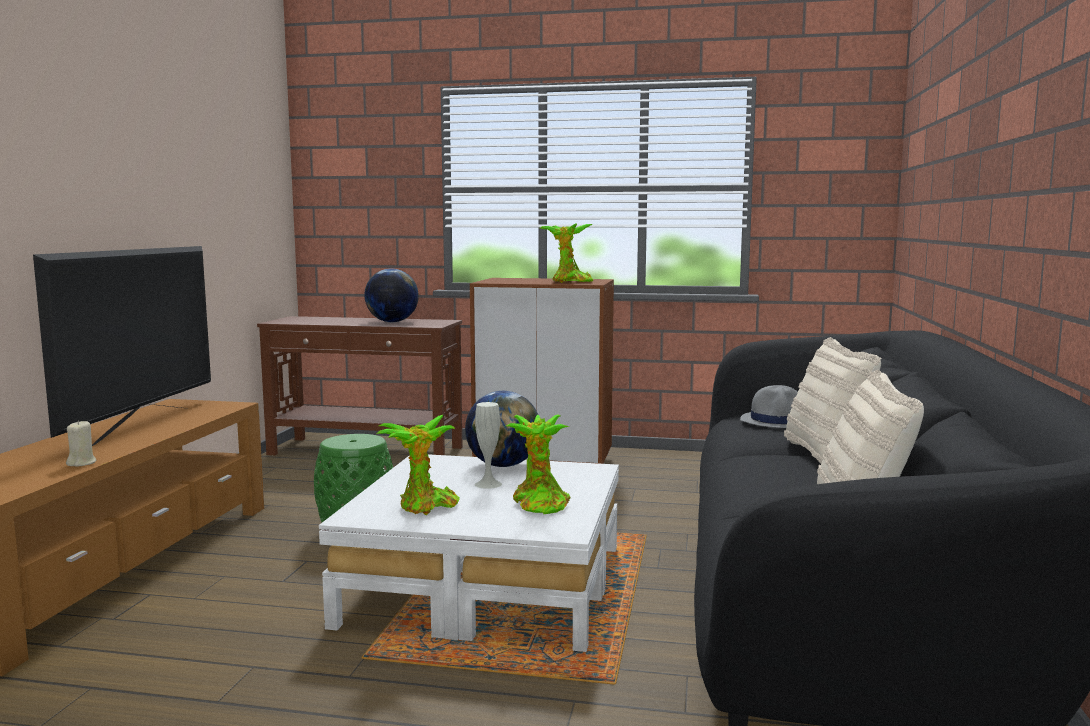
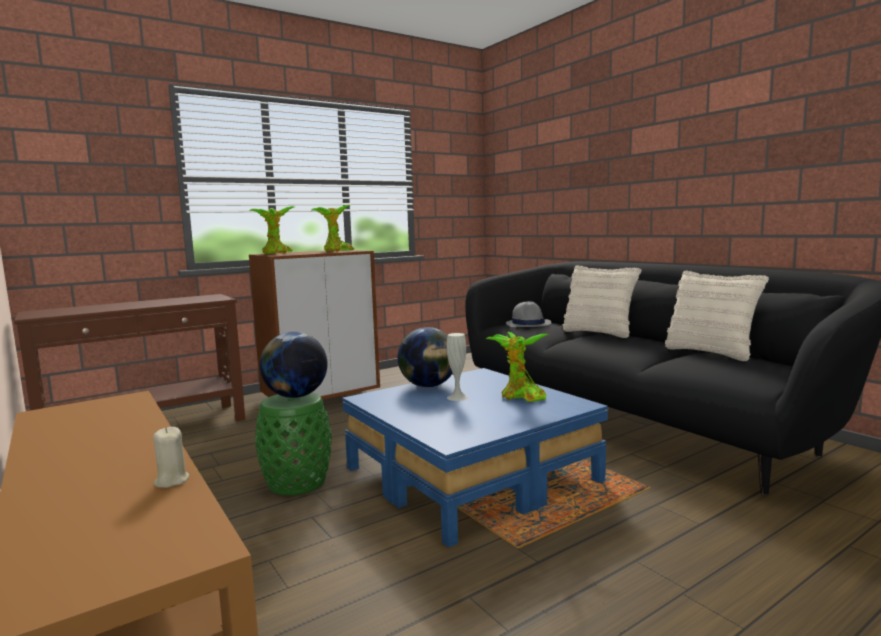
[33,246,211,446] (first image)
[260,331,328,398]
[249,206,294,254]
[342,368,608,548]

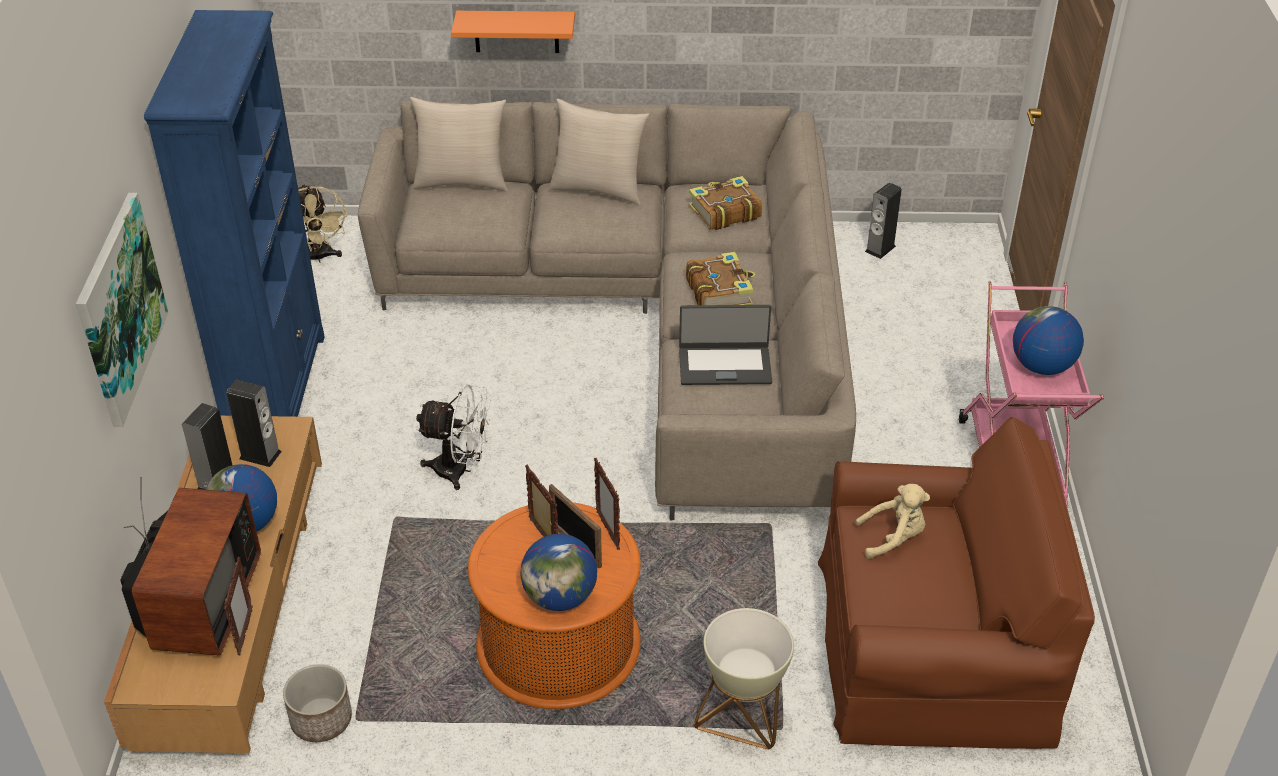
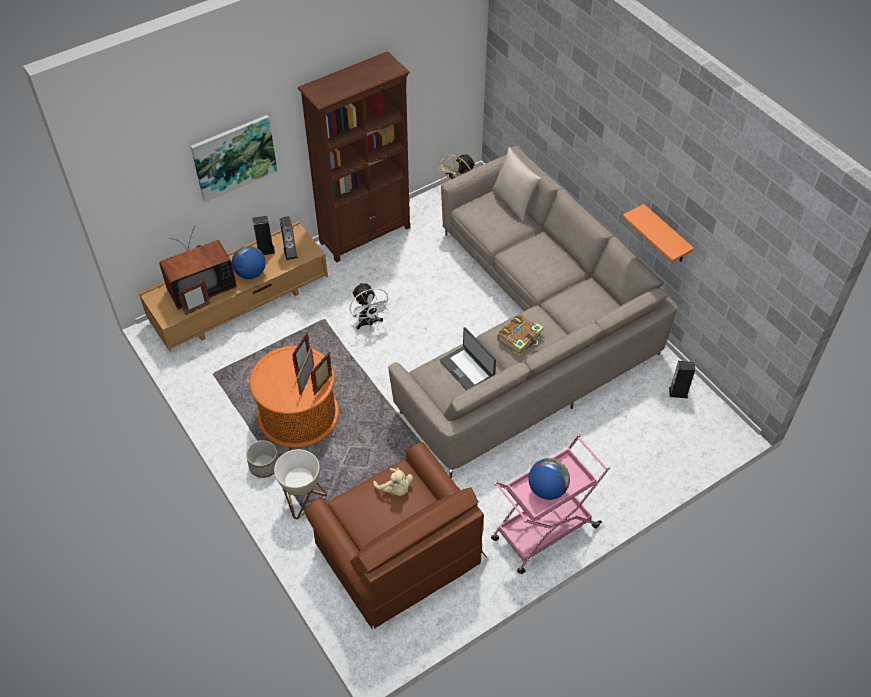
[298,51,410,263]
[622,204,694,262]
[549,99,649,205] (first image)
[689,176,762,230] (first image)
[520,534,597,611] (first image)
[246,440,279,478]

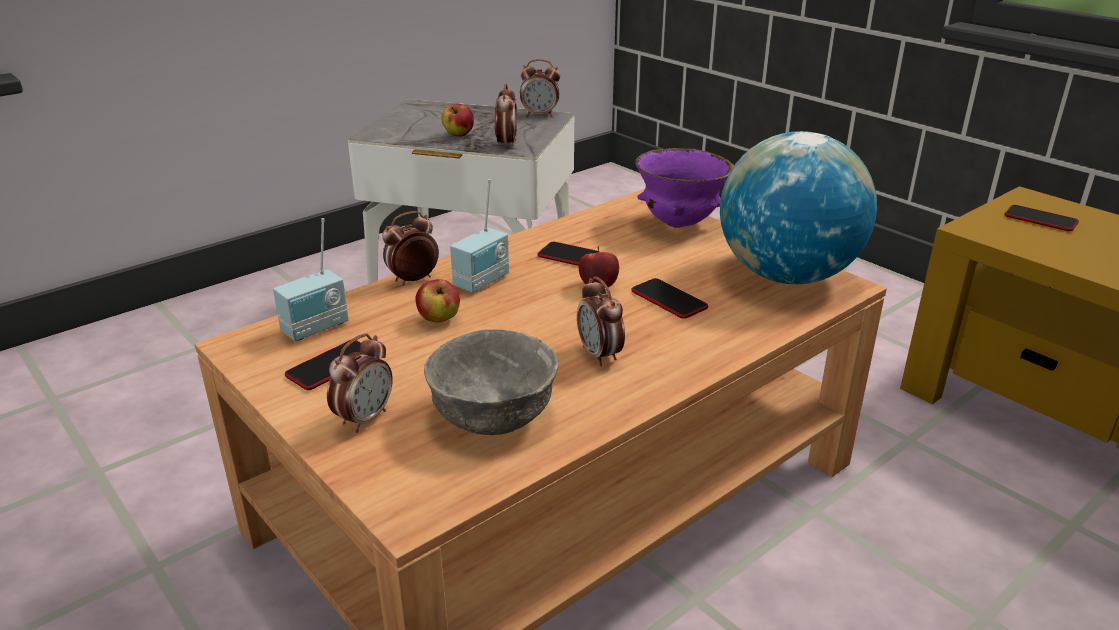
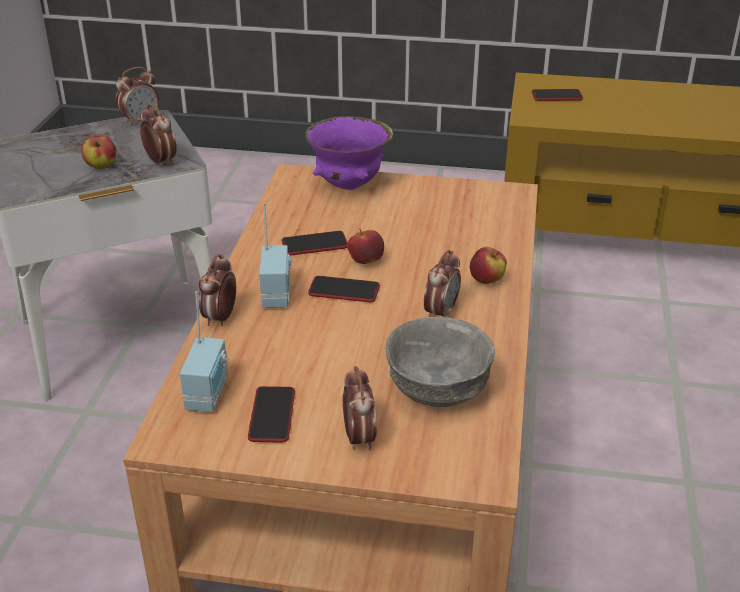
[720,131,877,284] (first image)
[424,250,461,317]
[308,276,380,302]
[470,247,507,284]

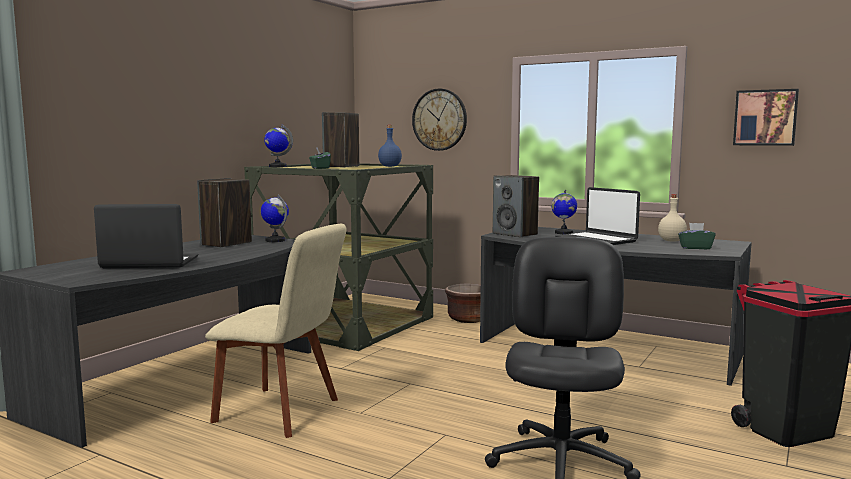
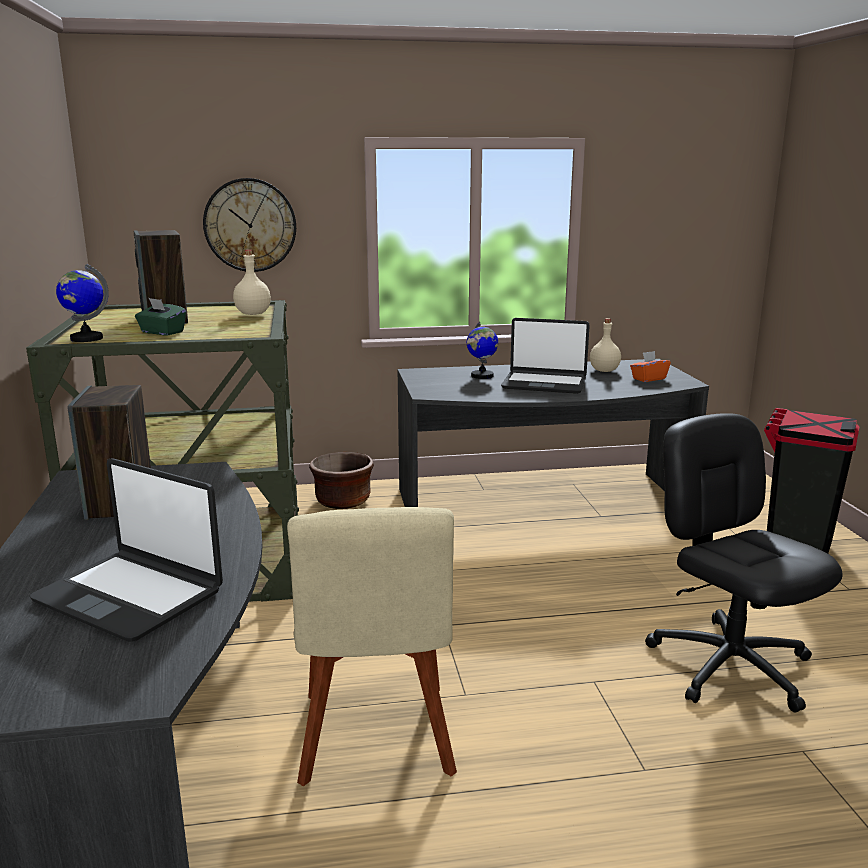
[733,89,799,146] (first image)
[233,250,271,315]
[493,175,539,237] (first image)
[261,194,289,242] (first image)
[29,458,223,642]
[630,351,671,382]
[287,507,457,786]

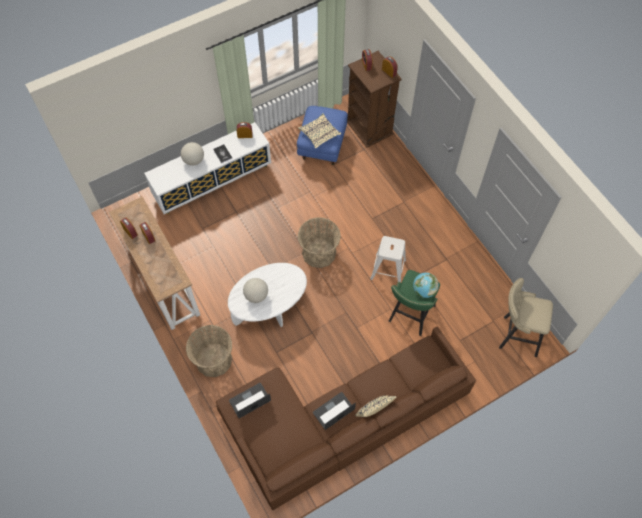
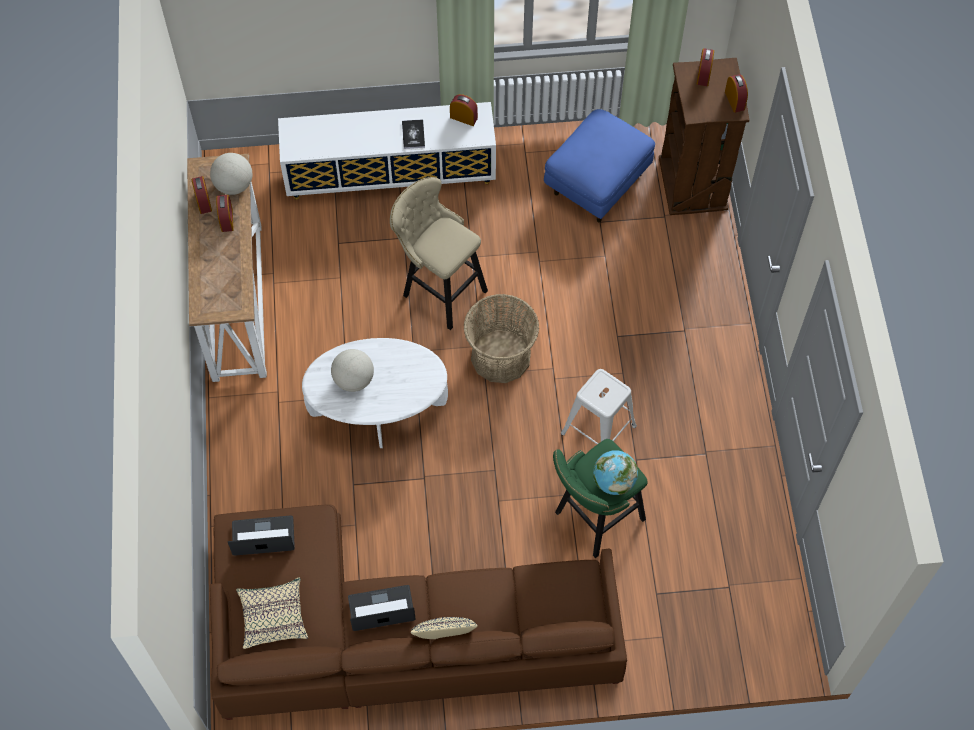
[236,577,308,649]
[210,153,252,195]
[390,177,488,330]
[186,325,232,377] (first image)

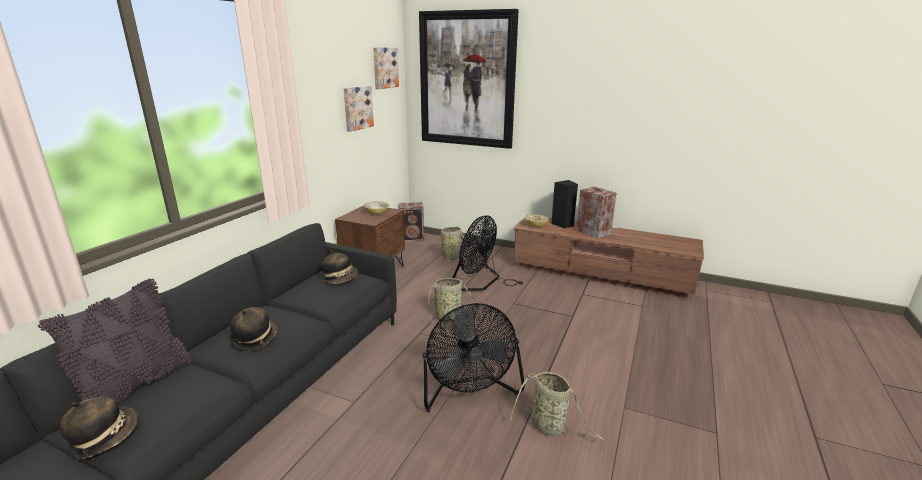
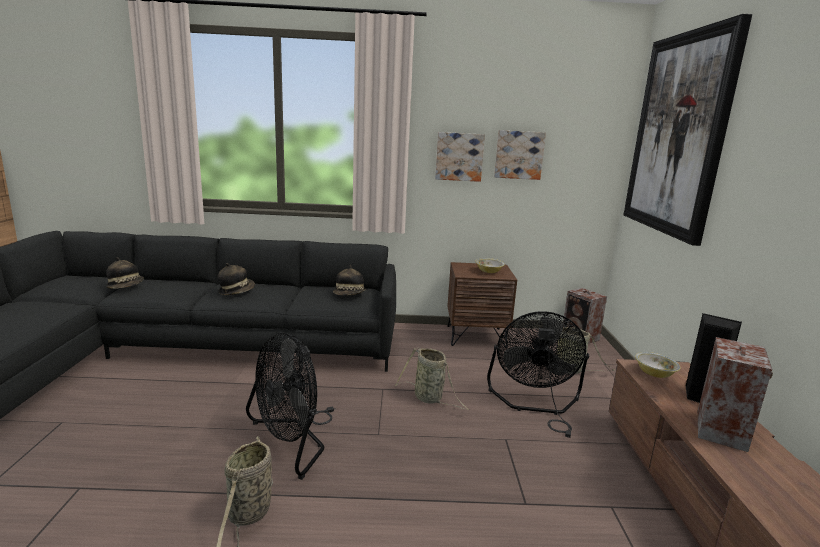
[435,132,485,182]
[38,278,192,403] (first image)

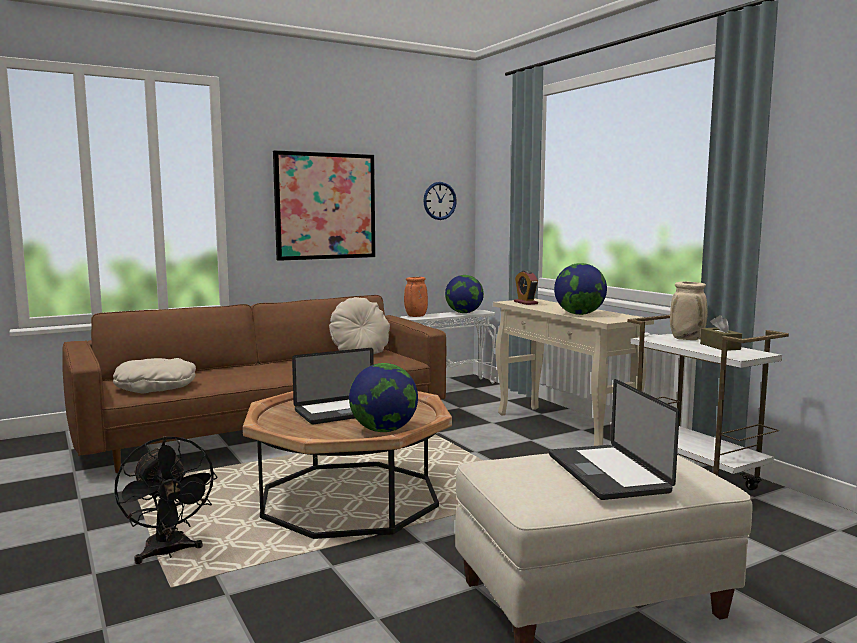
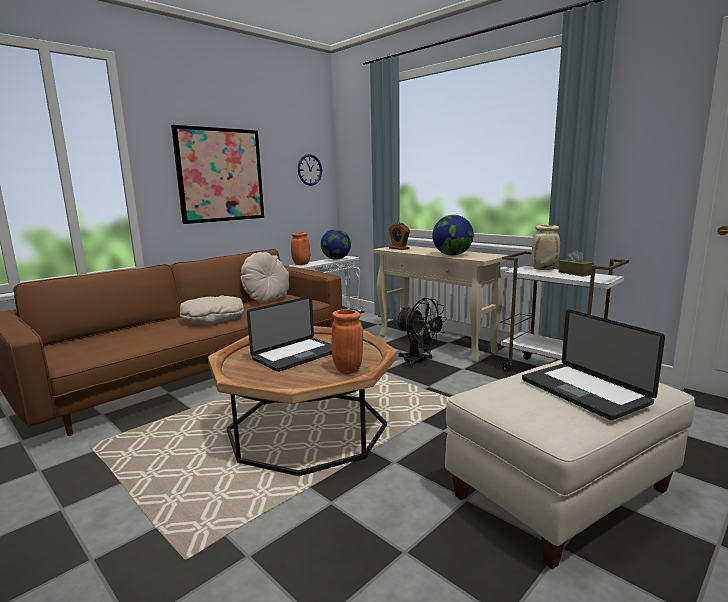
[180,295,244,325]
[332,309,363,374]
[395,298,447,368]

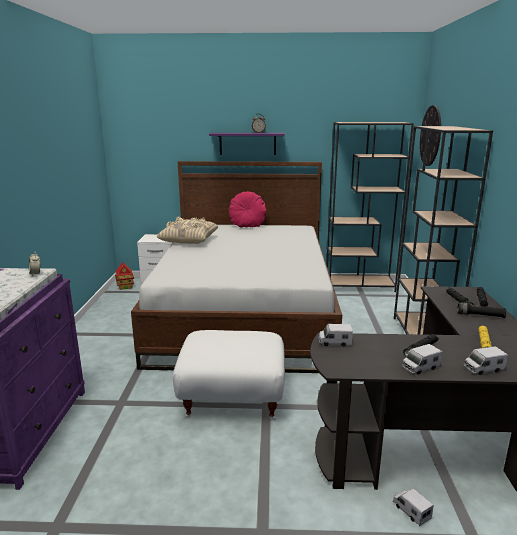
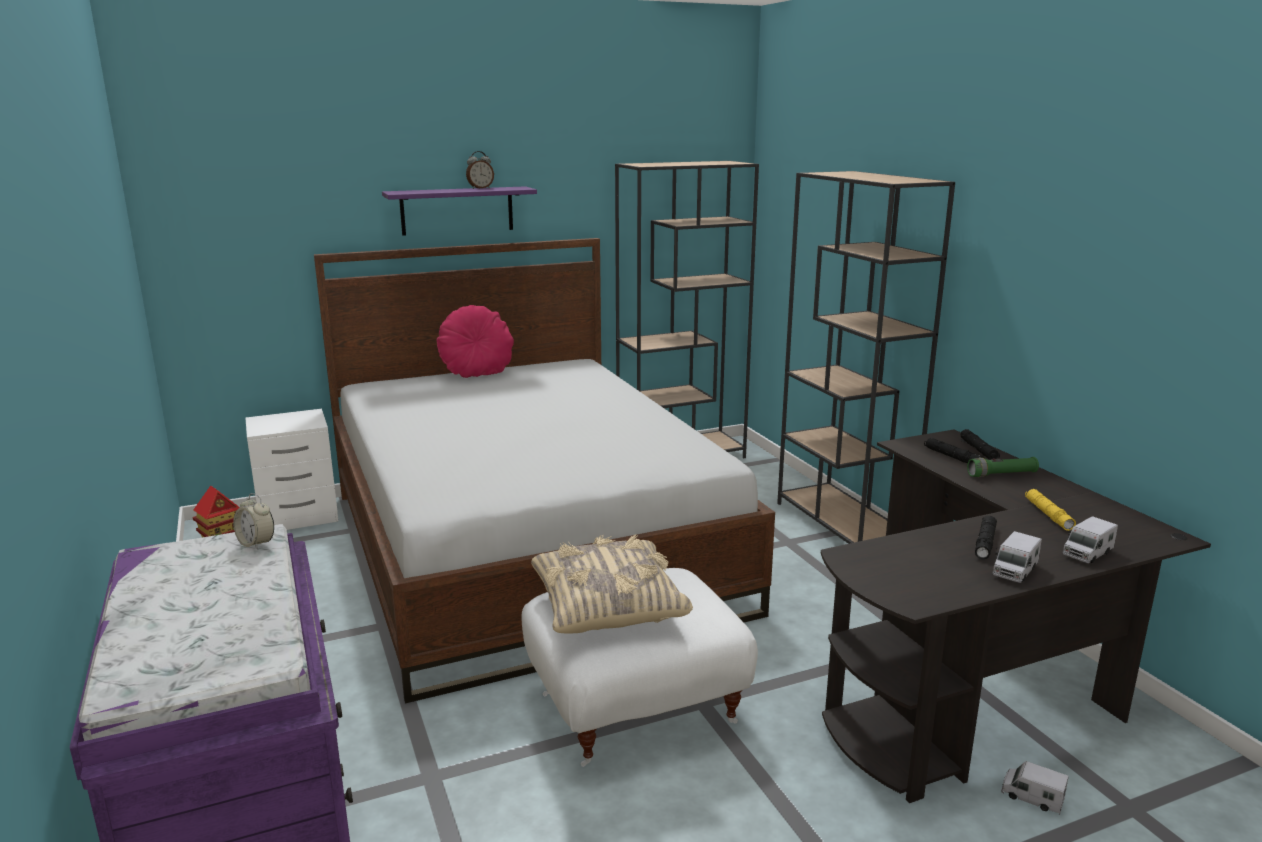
[420,105,441,166] (first image)
[531,534,693,633]
[967,457,1039,477]
[319,324,353,347] (first image)

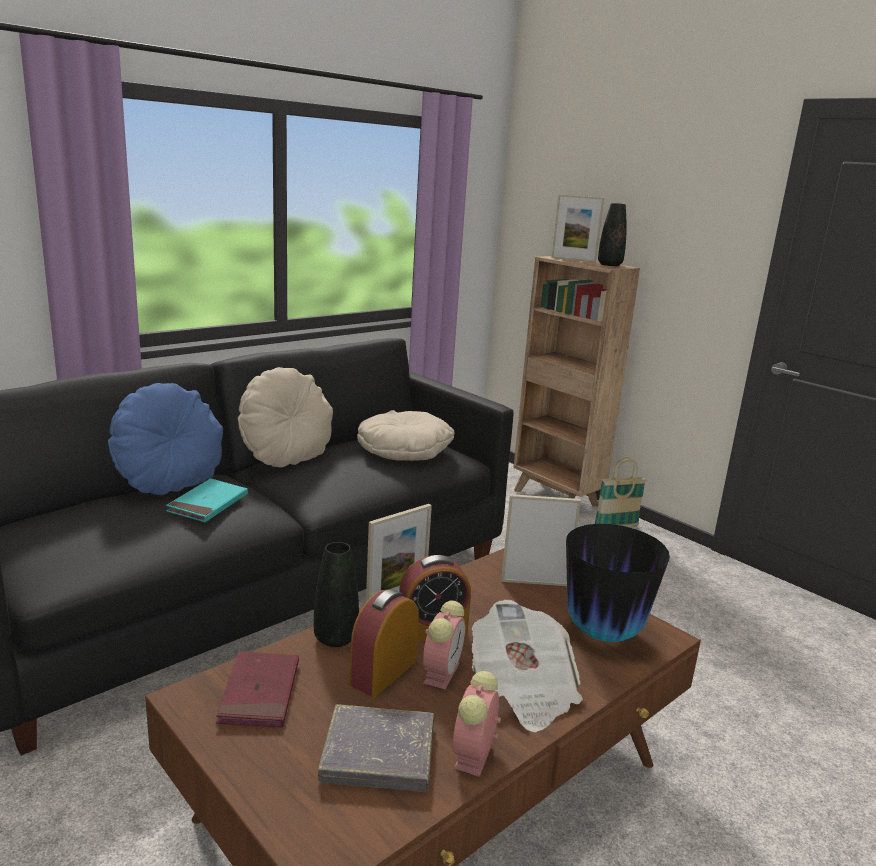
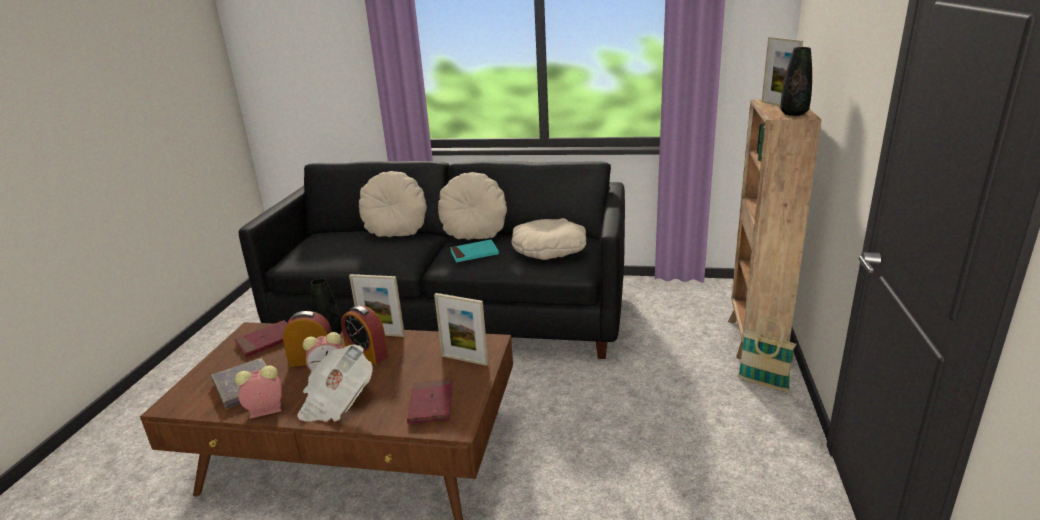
[359,171,427,237]
[450,240,499,263]
[434,293,488,366]
[407,379,453,424]

